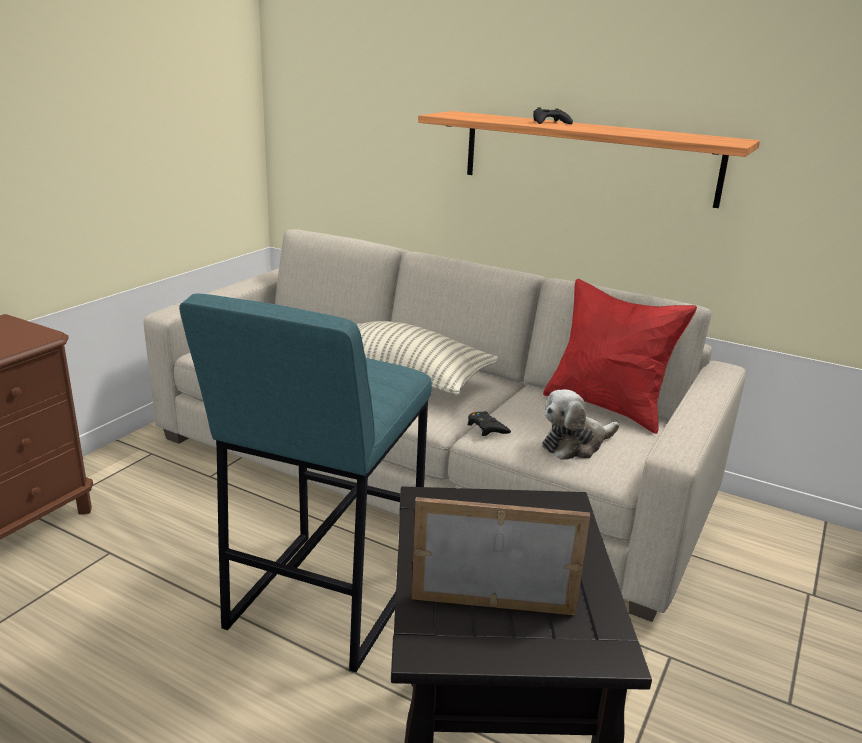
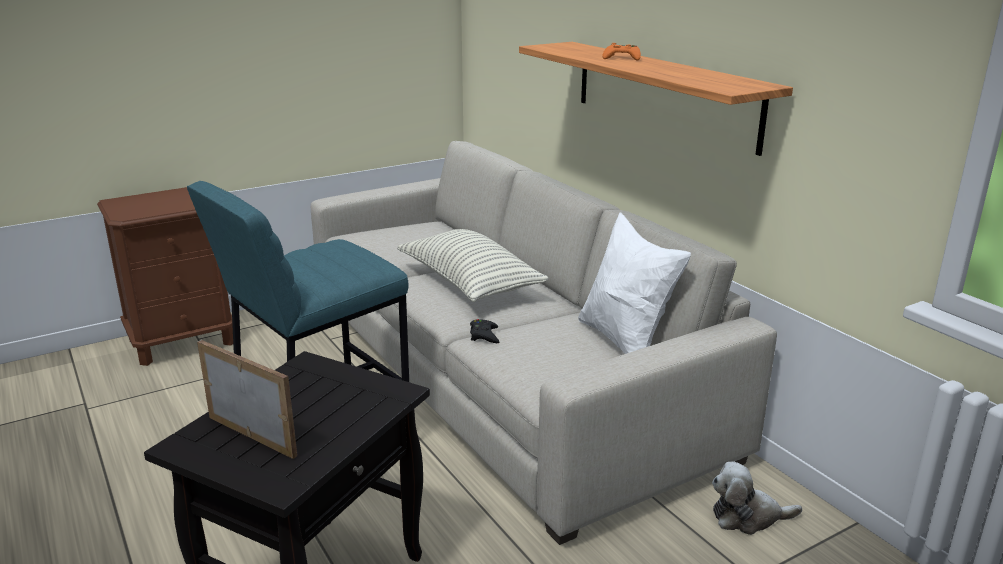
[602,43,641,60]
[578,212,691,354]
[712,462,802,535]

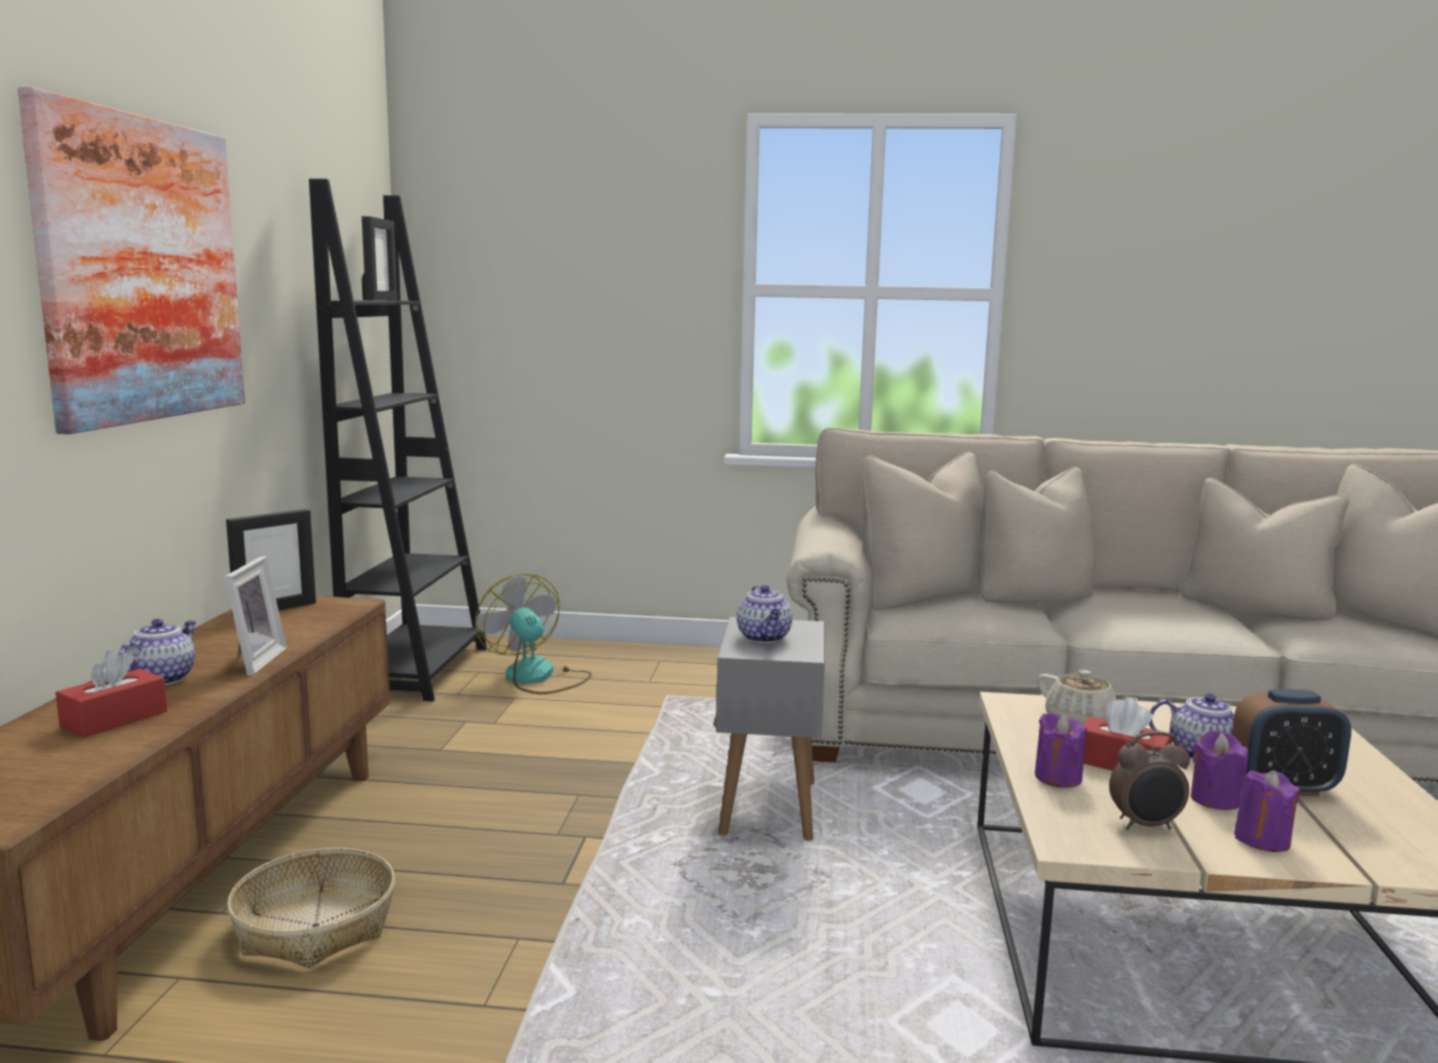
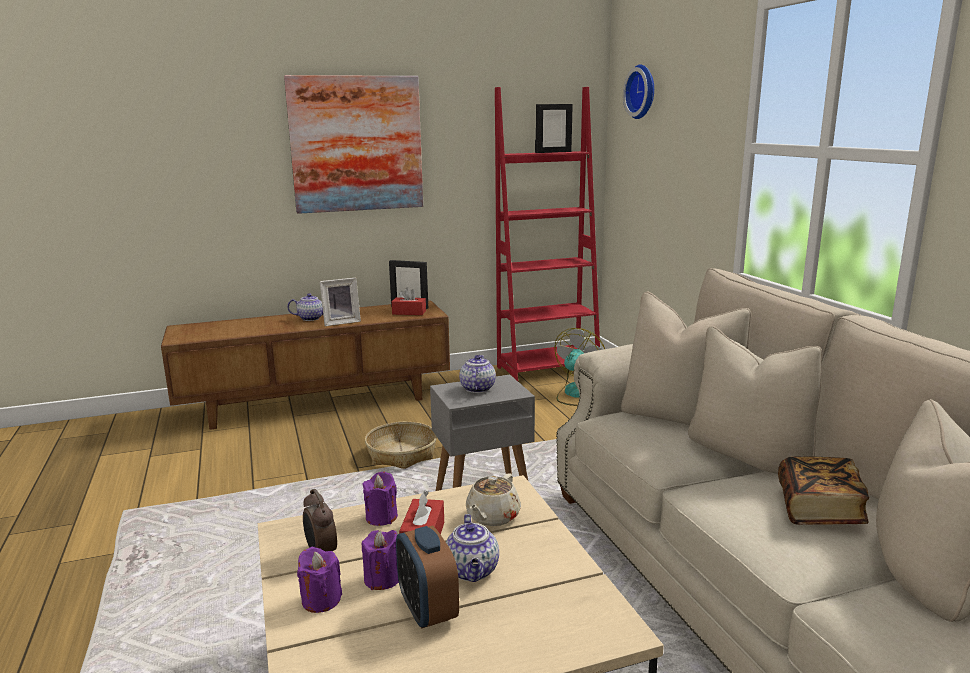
[495,87,600,381]
[459,355,496,393]
[392,287,426,315]
[365,422,437,469]
[623,64,654,119]
[778,456,869,525]

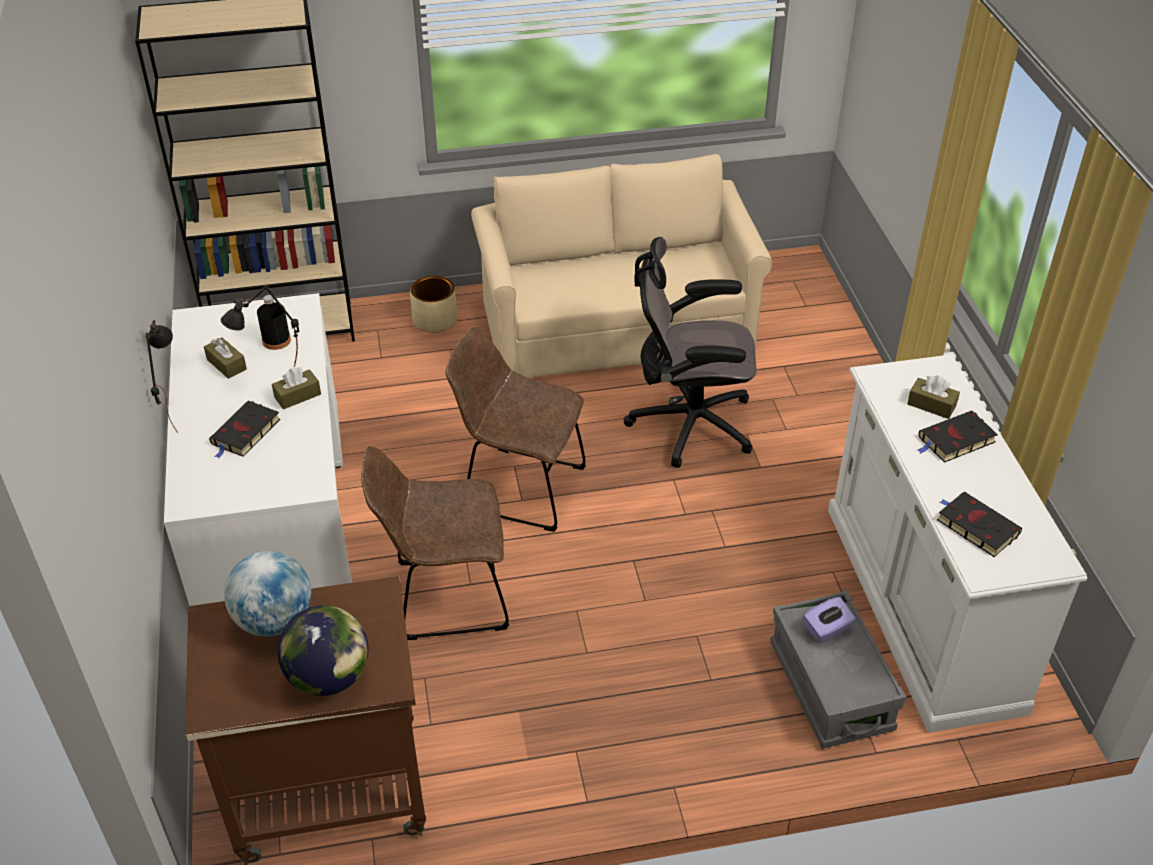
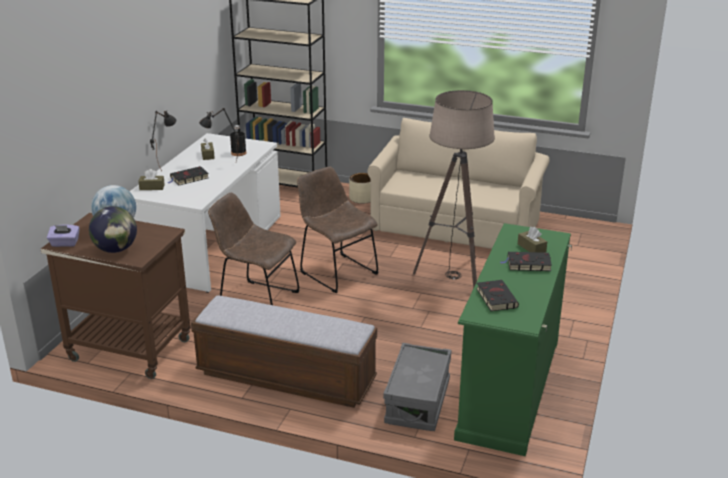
[413,90,495,289]
[454,223,572,456]
[138,169,165,190]
[47,224,80,247]
[191,295,377,408]

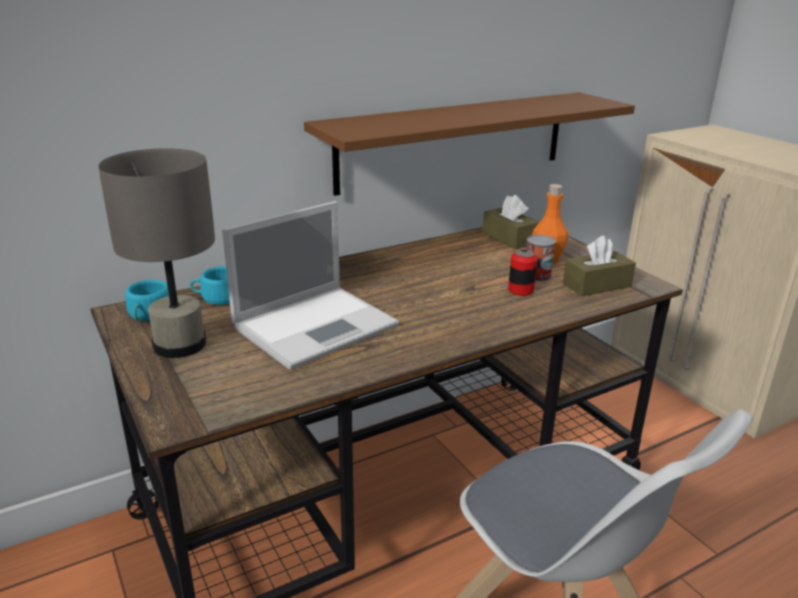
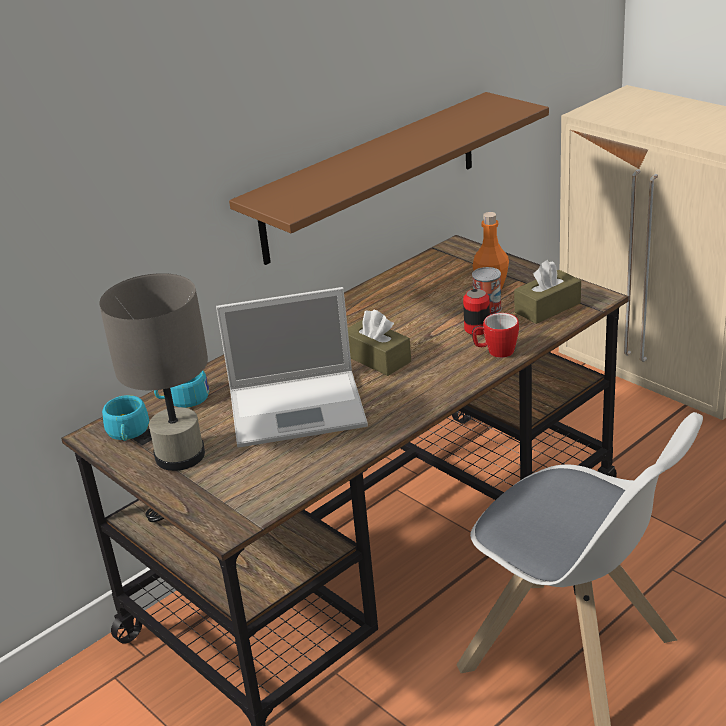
[348,309,411,376]
[216,287,368,448]
[472,313,519,358]

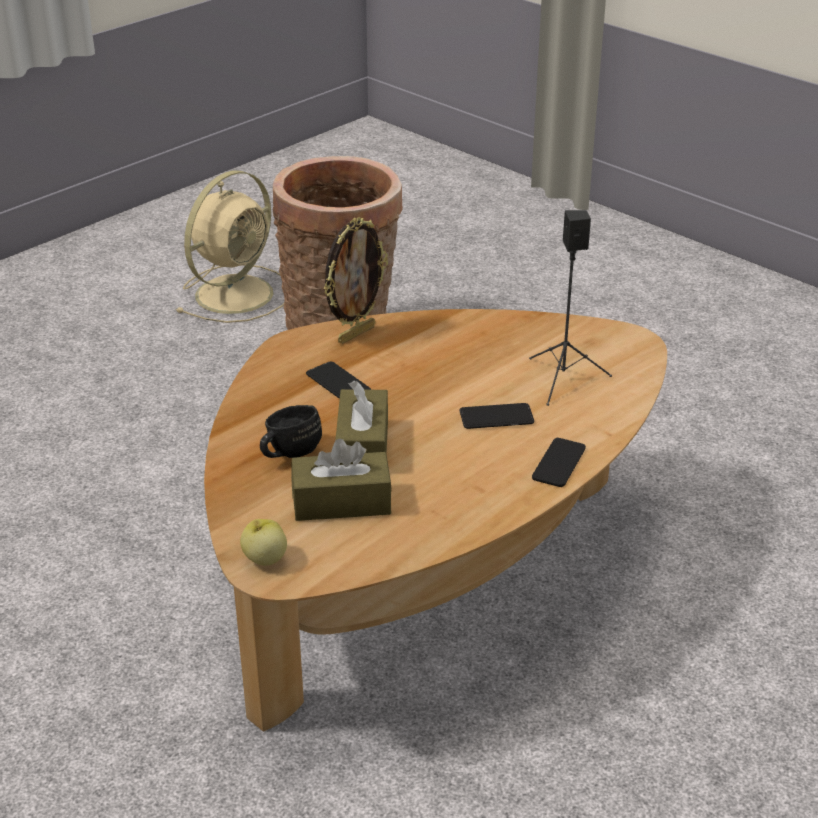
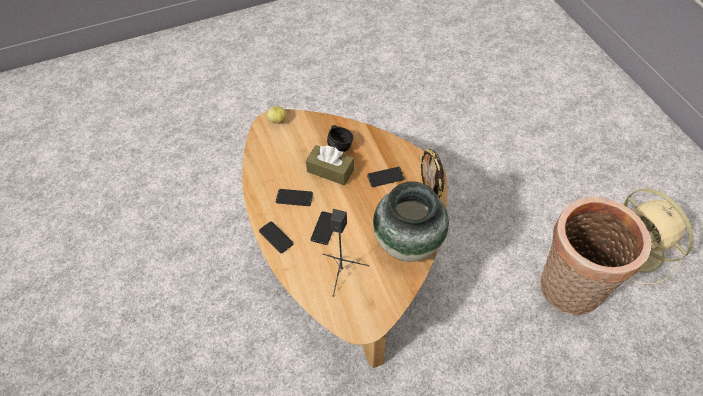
[291,438,392,521] (first image)
[373,182,449,262]
[276,189,313,206]

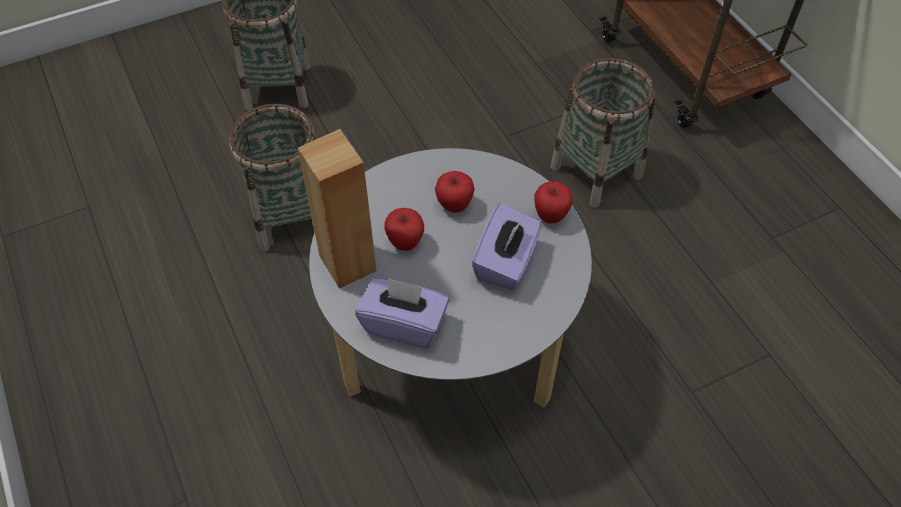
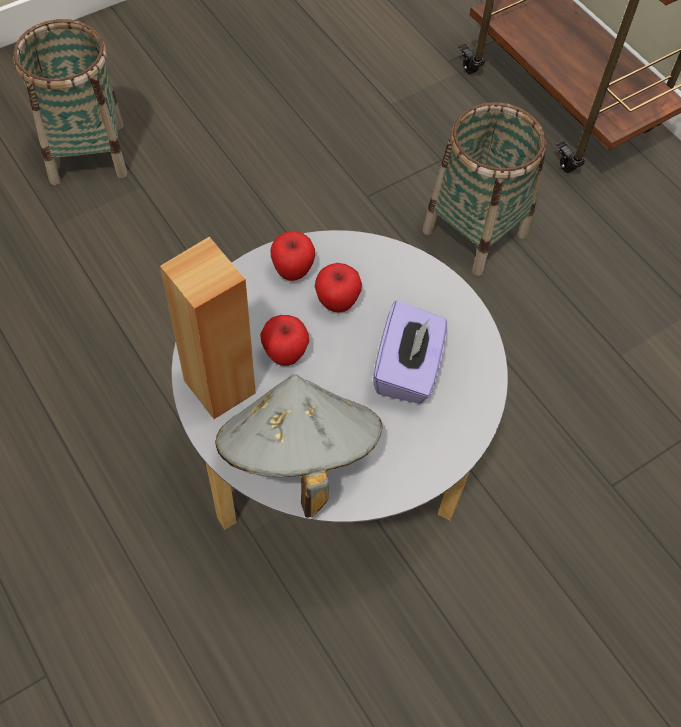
[229,104,315,251] (first image)
[270,231,315,281]
[215,374,383,518]

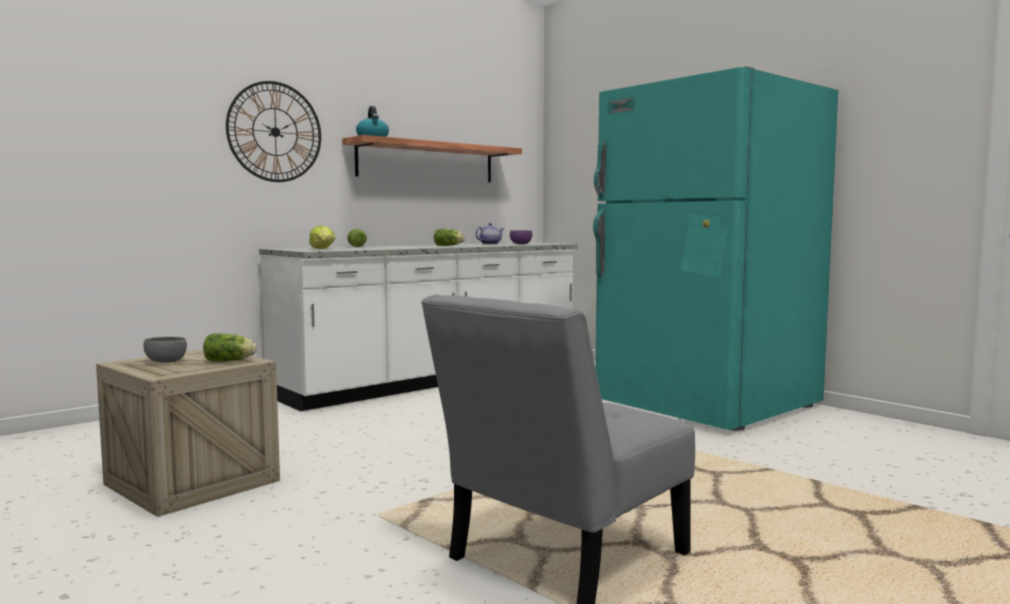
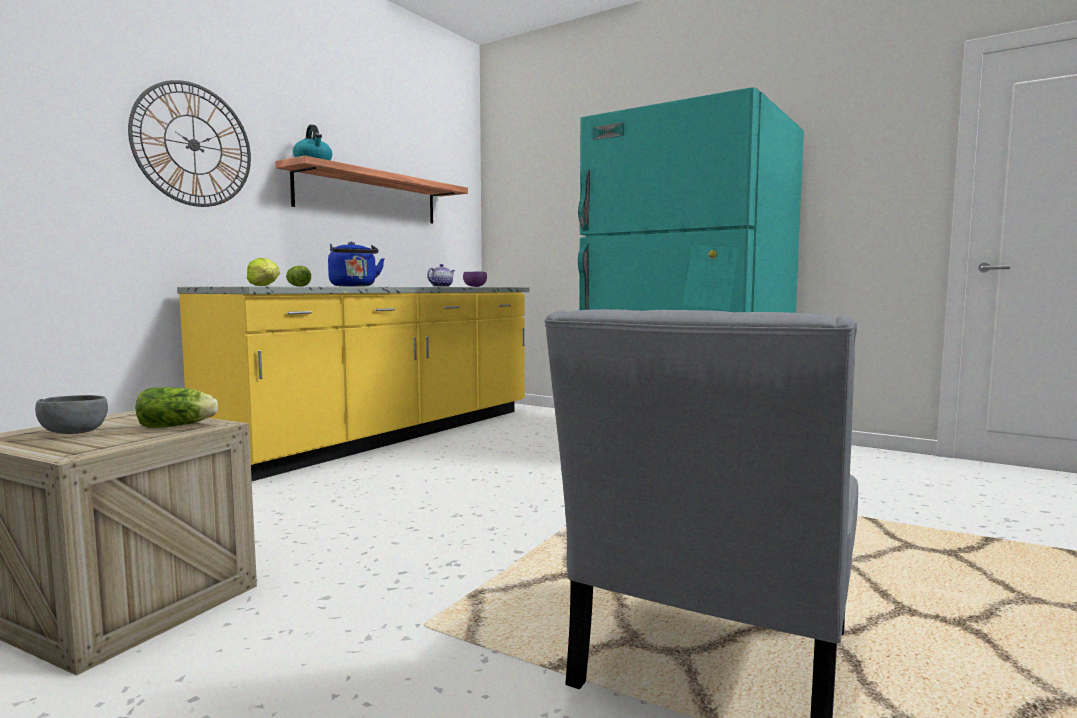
[434,229,465,246] (first image)
[177,286,530,481]
[328,241,385,287]

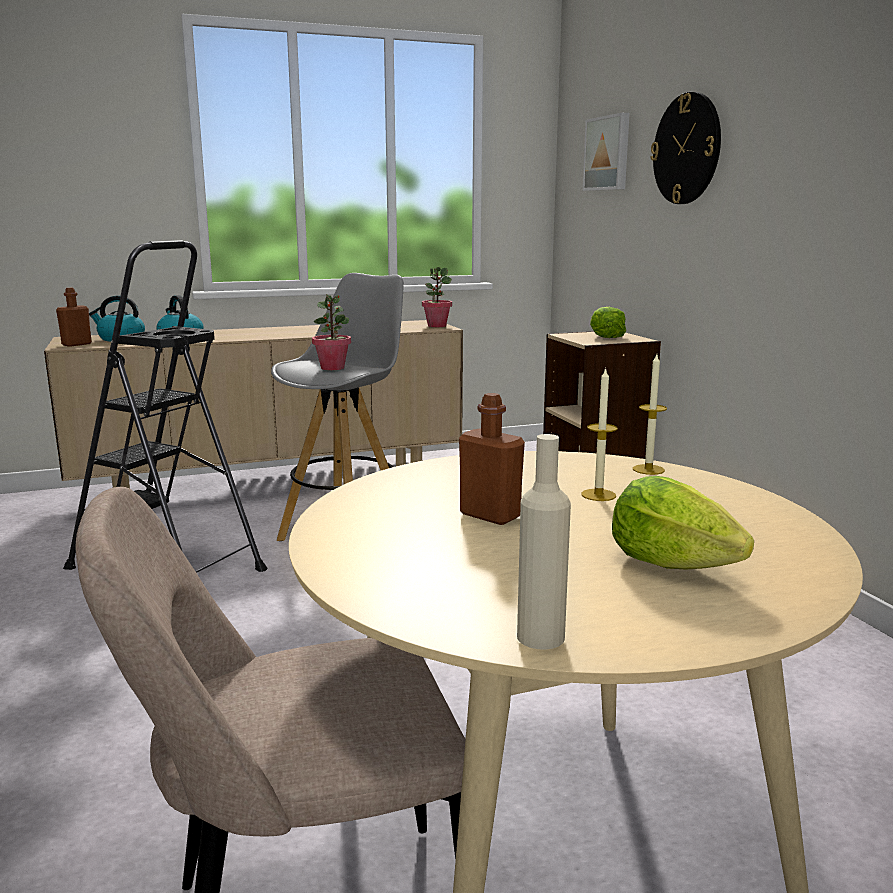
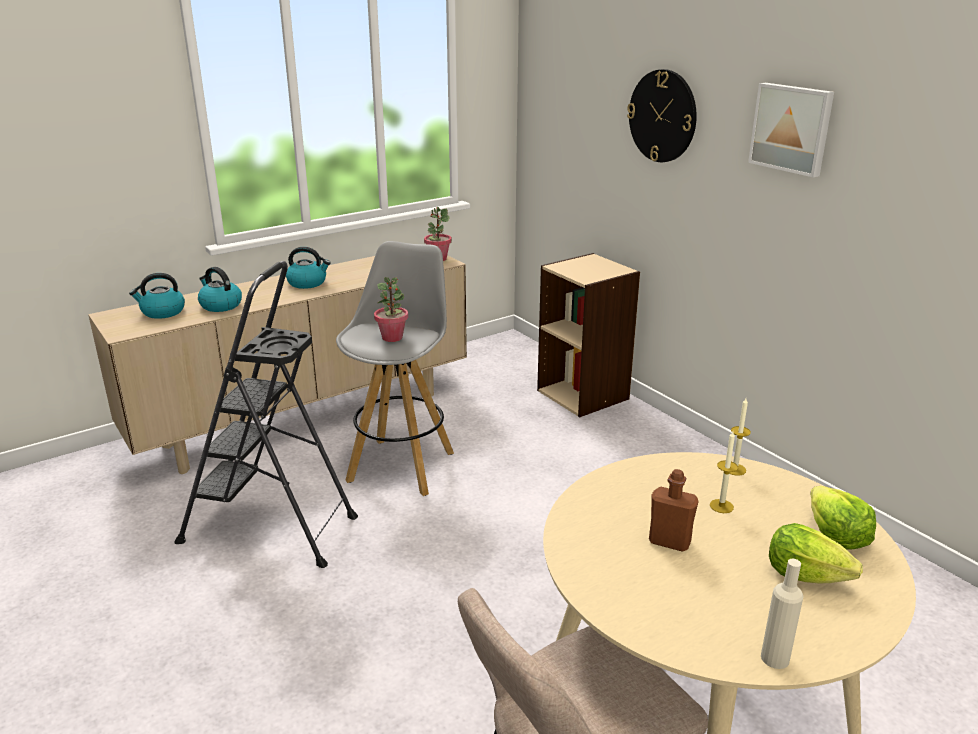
[748,83,834,177]
[56,288,92,347] (first image)
[810,486,876,550]
[286,247,331,289]

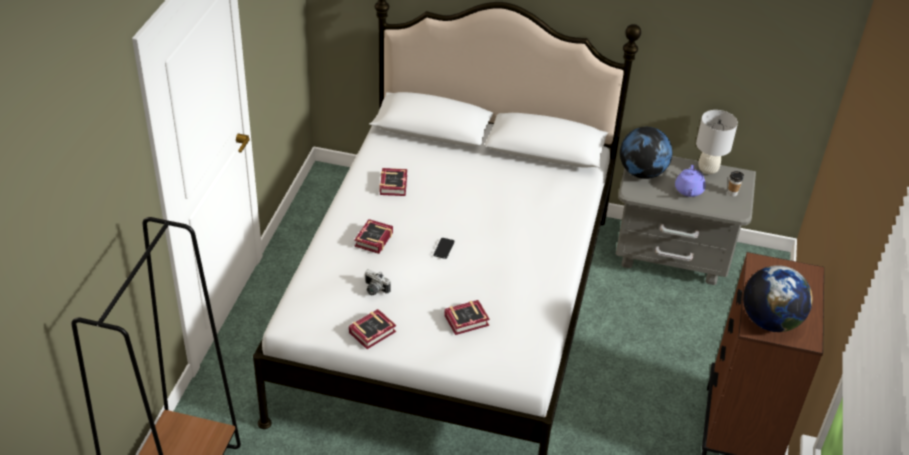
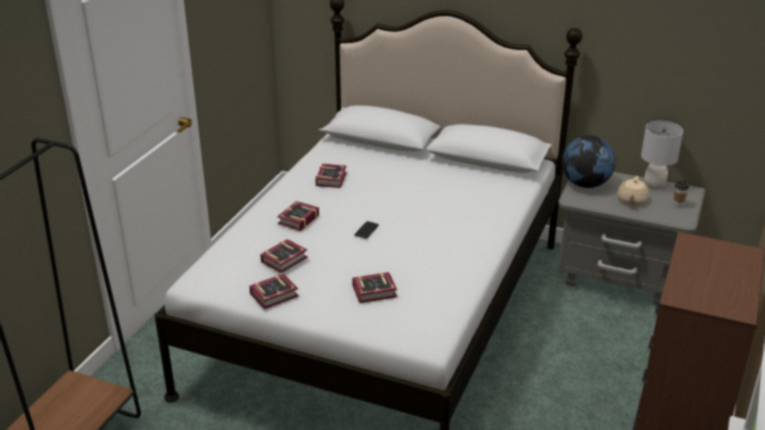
[617,176,649,206]
[743,265,813,332] (first image)
[260,239,308,273]

